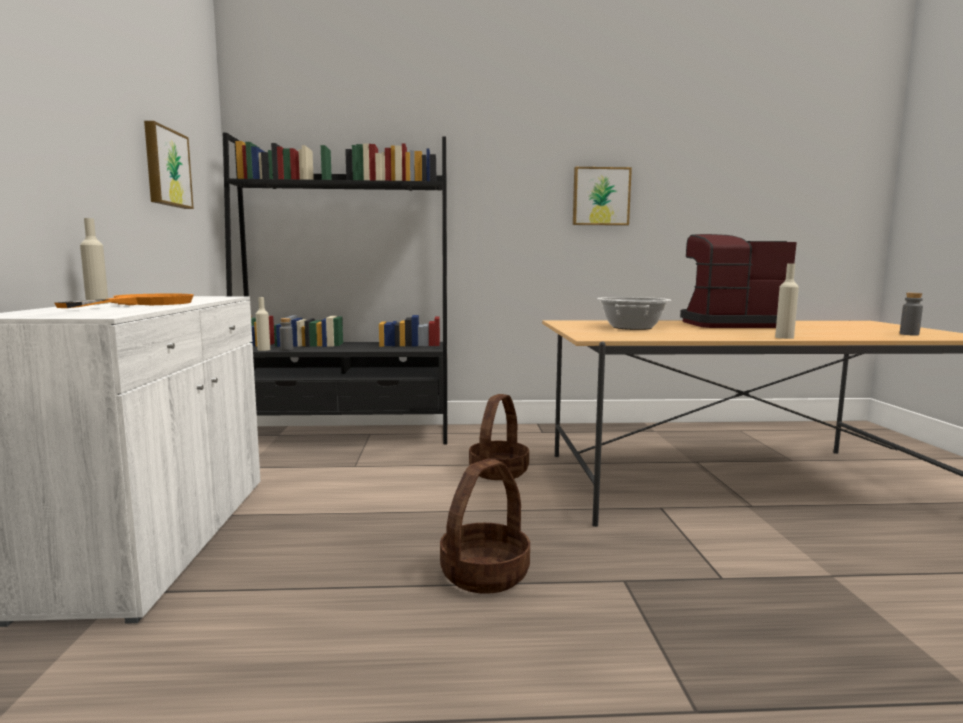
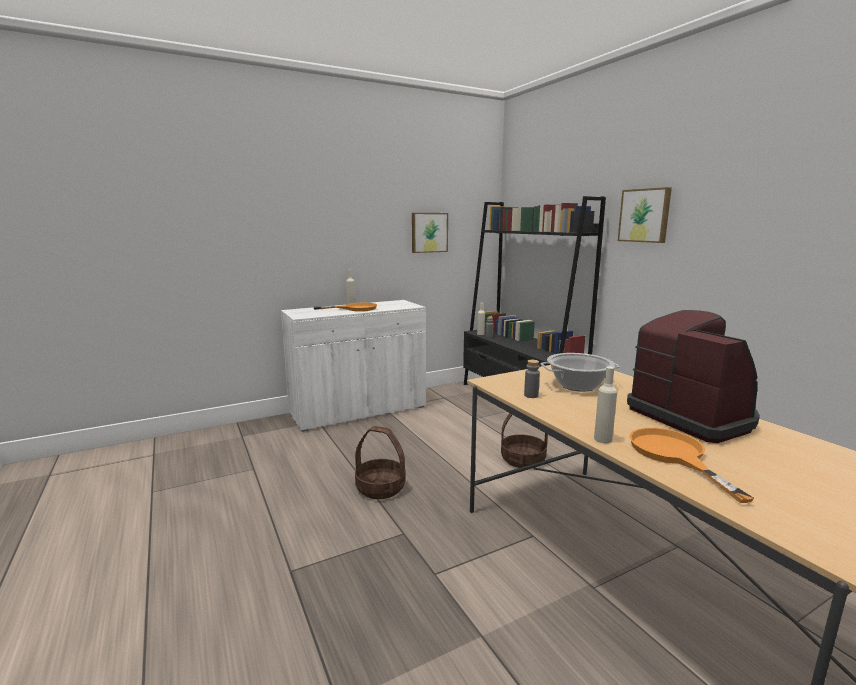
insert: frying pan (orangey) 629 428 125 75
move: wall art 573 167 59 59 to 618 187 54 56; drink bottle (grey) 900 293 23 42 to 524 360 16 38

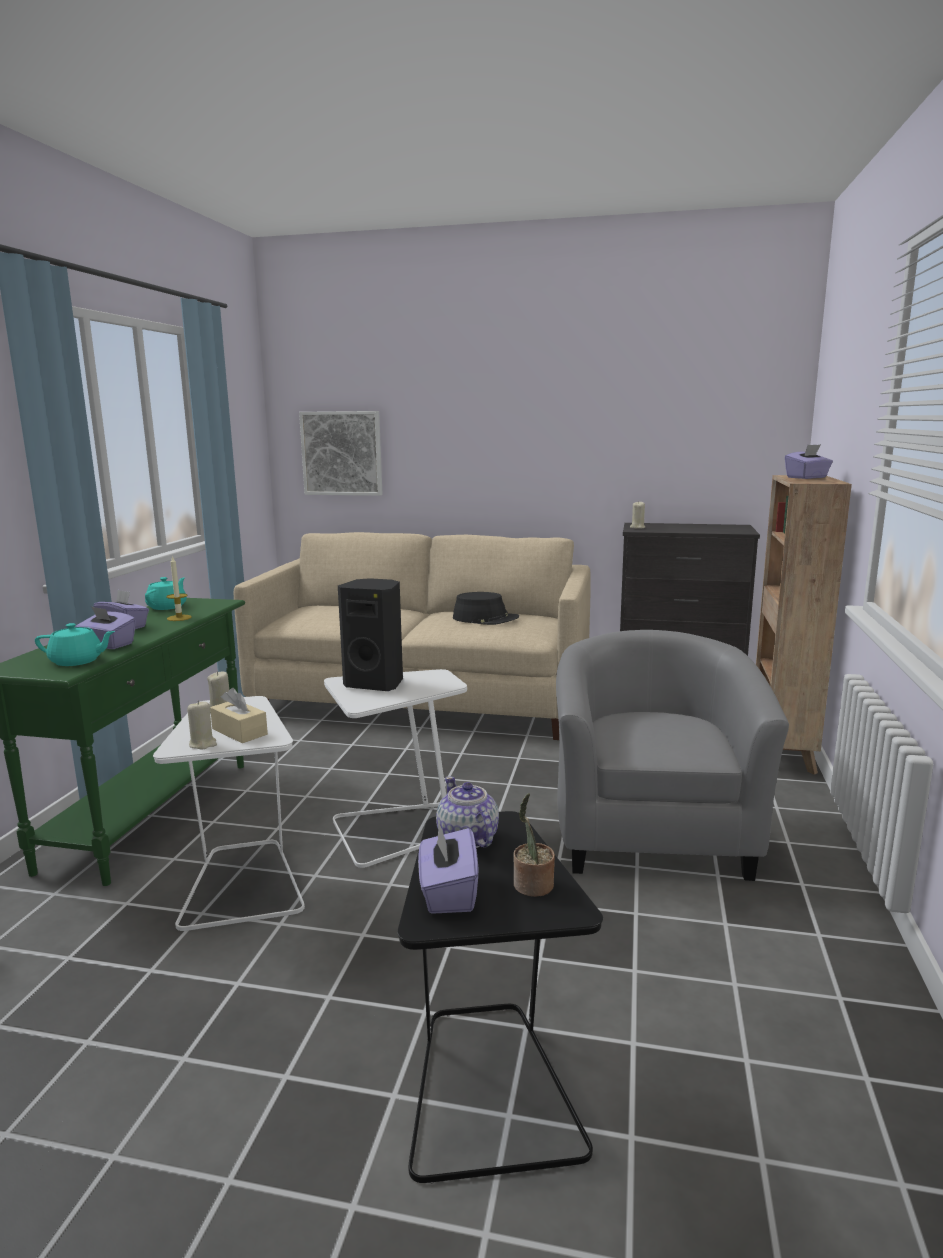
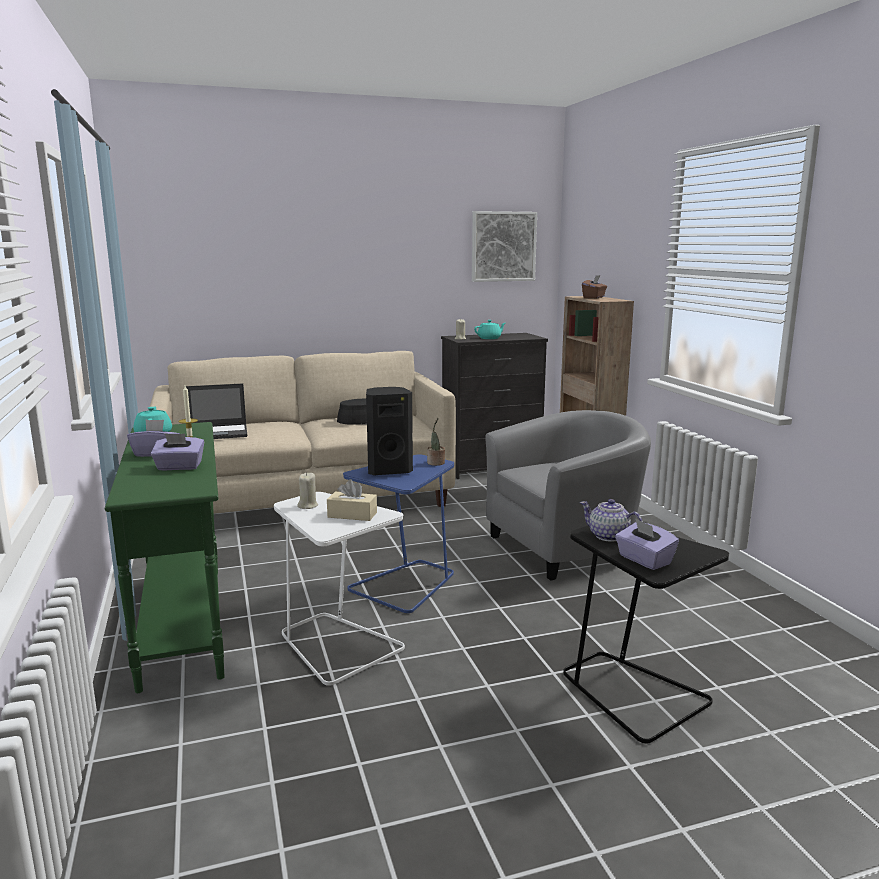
delete: candle (beige) 187 700 30 49
insert: portable computer 186 383 61 56
move: tea pot (blue-green) 35 623 80 43 to 474 320 32 19; wall art 299 411 84 85 to 472 211 65 71; houseplant 513 793 42 104 to 427 418 18 48
recolor: accent table (whitish) 324 669 143 199 to accent table (blue) 343 455 111 158; box of tissues (purple-coloured) 785 444 48 35 to box of tissues (brownish) 582 275 25 23
rotate: armchair (grey) 556 630 233 251 = 485 410 166 171 90 degrees clockwise

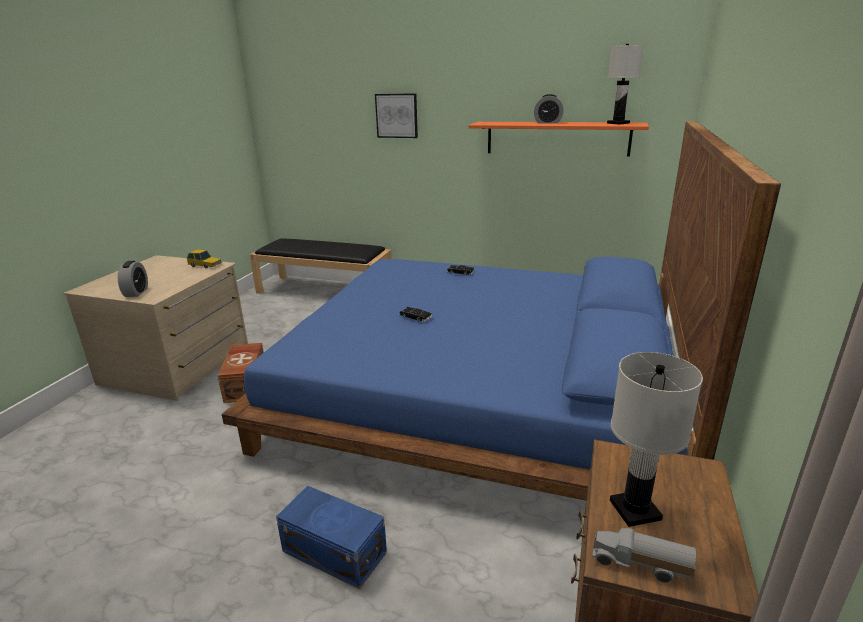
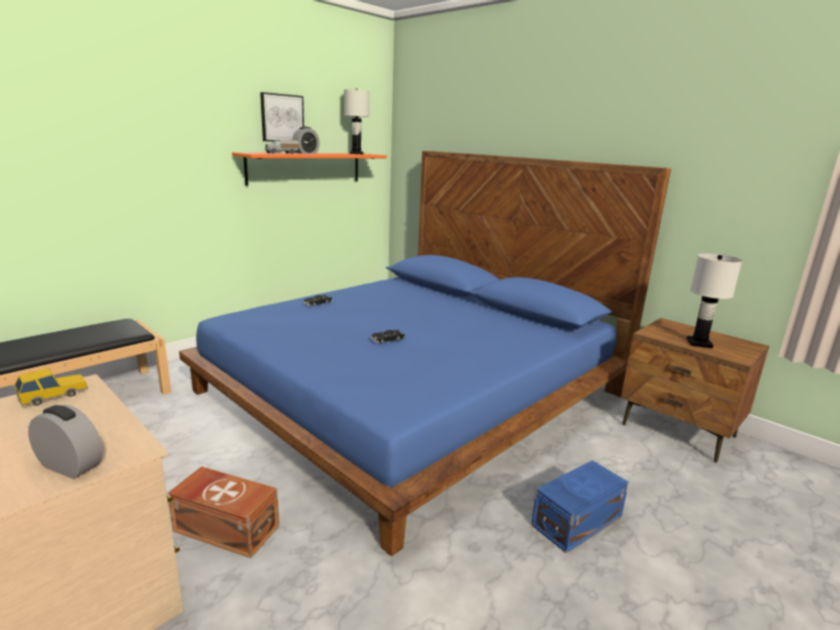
move: wall art 375 93 43 45 to 260 92 44 50; model truck 592 528 104 55 to 264 139 36 15

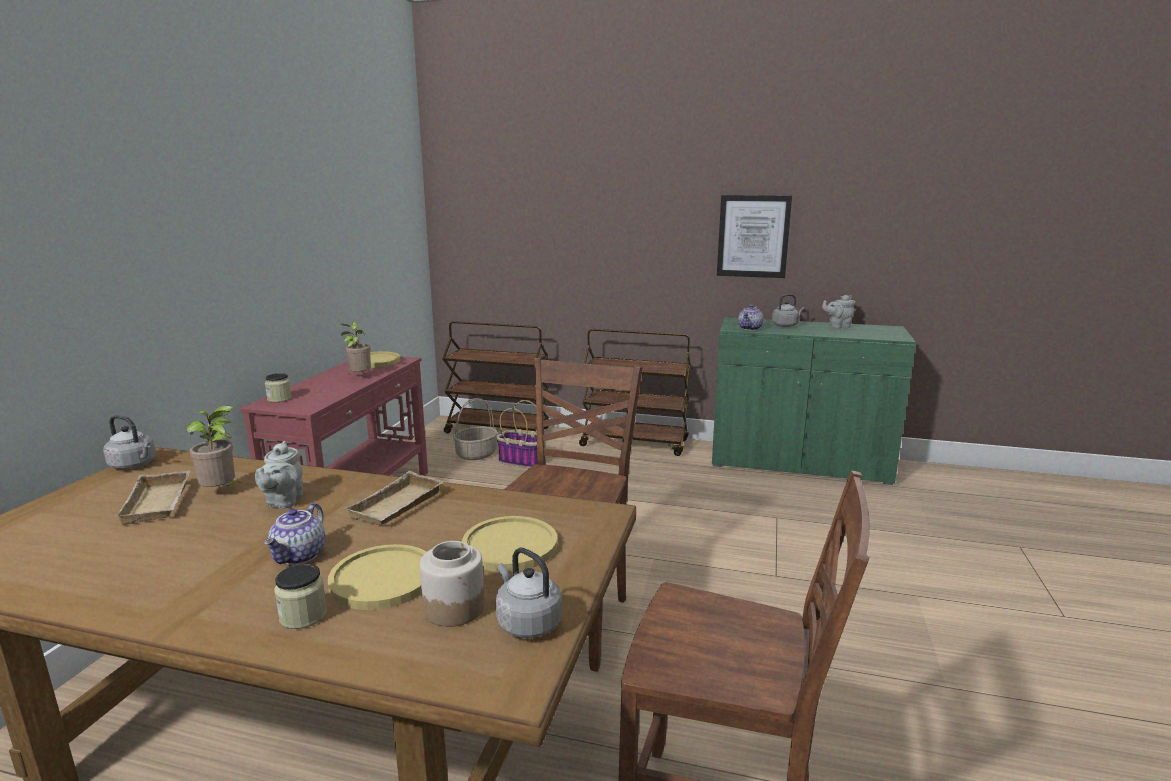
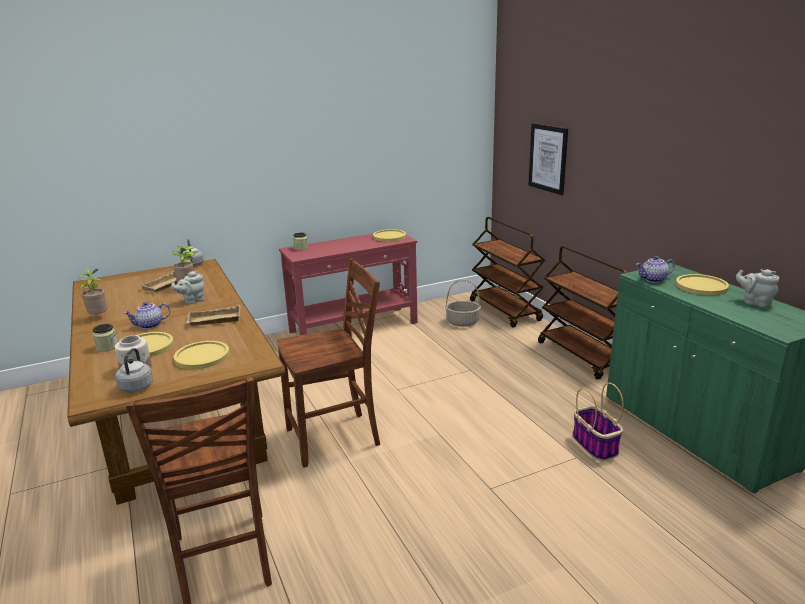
move: houseplant 341 321 30 55 to 78 269 29 46; storage basket 497 400 41 68 to 573 383 51 78; wall art 717 195 75 83 to 529 123 39 72
replace: tea kettle (grey) 772 294 33 33 to dinner plate (yellowish) 676 274 53 21

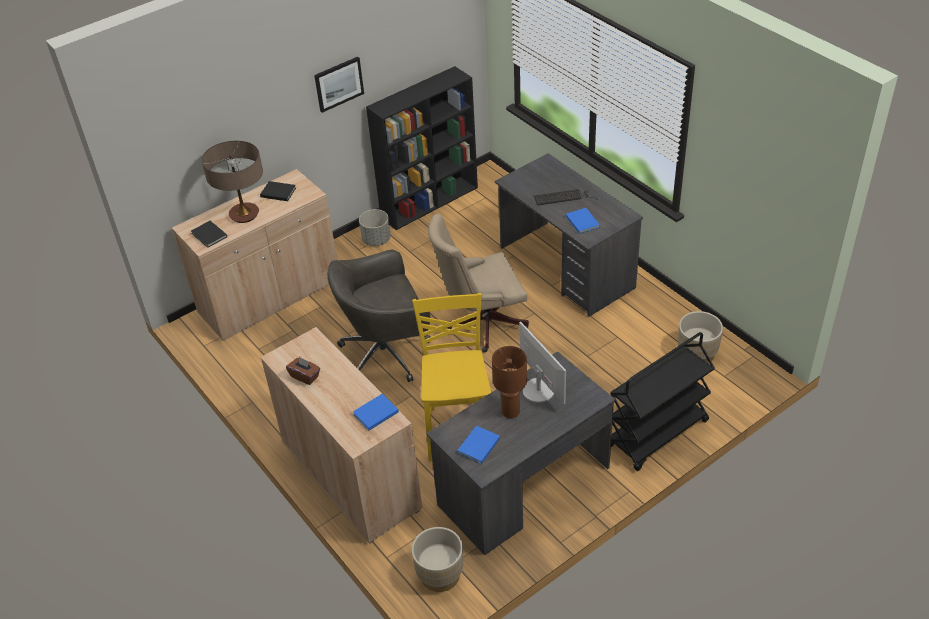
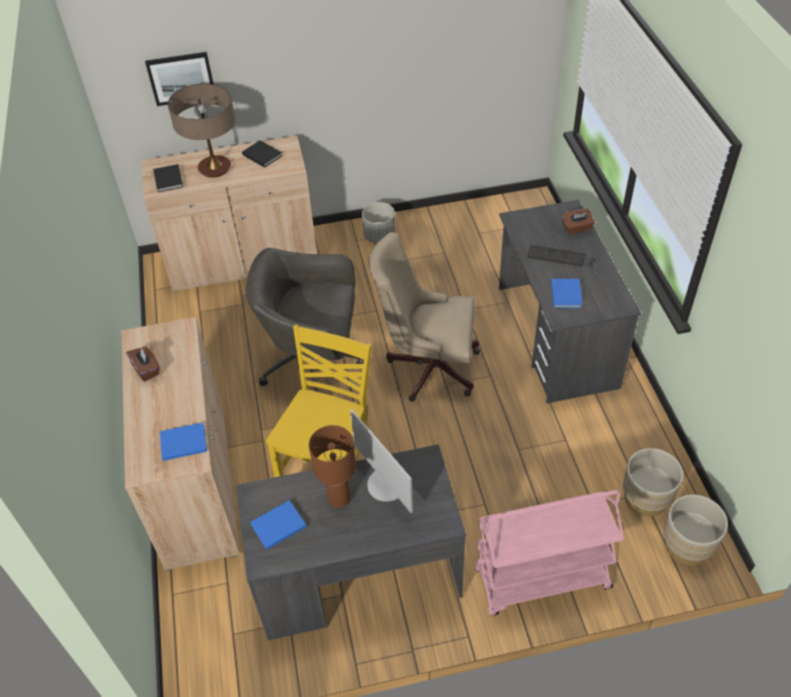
delete: bookcase (blackish) 366 66 112 164
insert: box of tissues (brownish) 562 209 33 26
move: wall art 314 57 50 56 to 145 52 68 54; planter (beige) 412 527 51 65 to 663 494 65 71
recolor: cart (blackish) 610 332 105 139 to cart (pink-coloured) 474 490 150 126
rotate: monitor 519 322 47 82 = 350 409 63 104 150 degrees clockwise

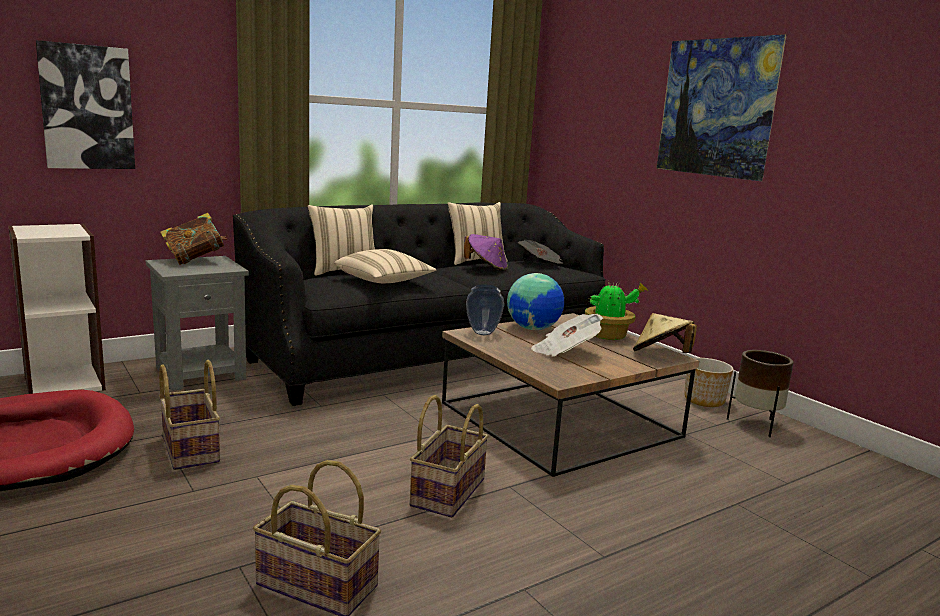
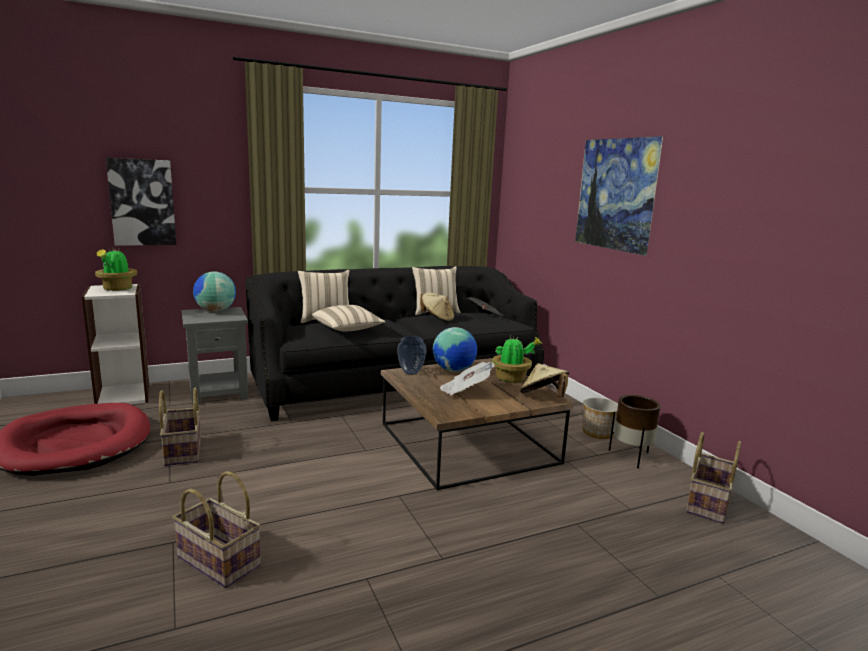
insert: houseplant 95 247 42 44
move: storage basket 410 395 79 123 to 686 432 55 92
replace: volume 160 213 68 52 to desk globe 193 272 43 40
recolor: wearable hat (purple-coloured) 464 234 44 37 to wearable hat (beige) 420 292 34 30

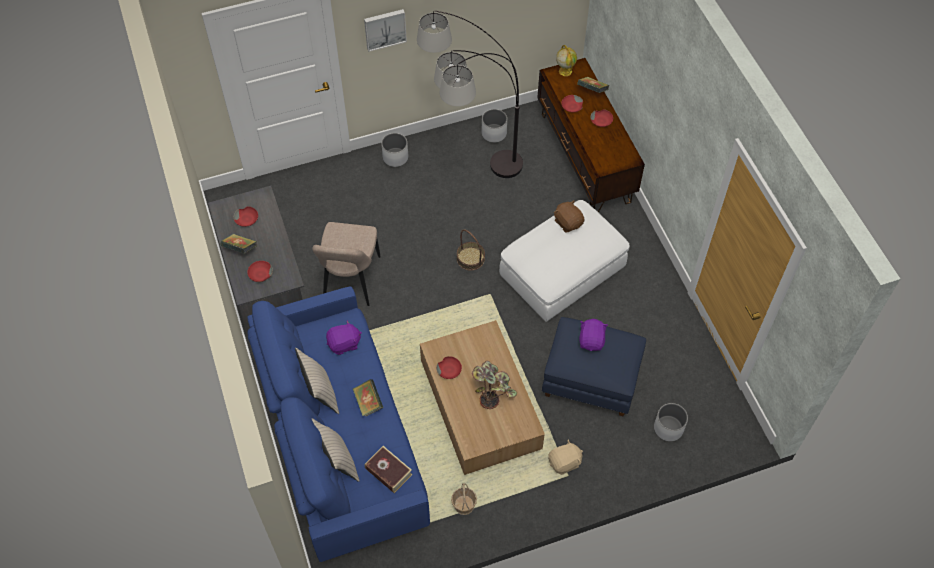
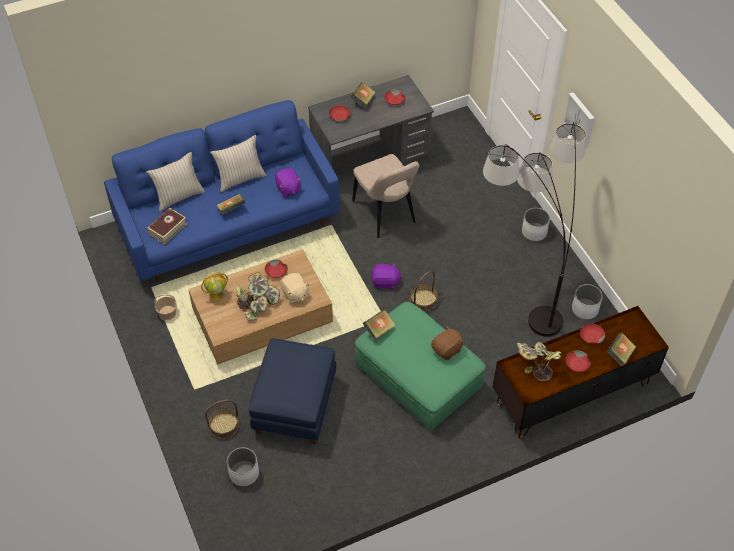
insert: storage basket 205 400 34 39; volume 363 309 33 31; houseplant 517 342 45 40
move: plush toy (beige) 548 439 35 36 to 281 273 29 31; desk globe 556 45 21 31 to 201 272 27 29; plush toy (purple-coloured) 579 319 29 32 to 371 262 31 27
recolor: footrest (whitish) 499 200 131 122 to footrest (green) 354 302 131 128
rotate: chair (beige) 312 222 69 84 = 352 154 67 84 120 degrees counterclockwise

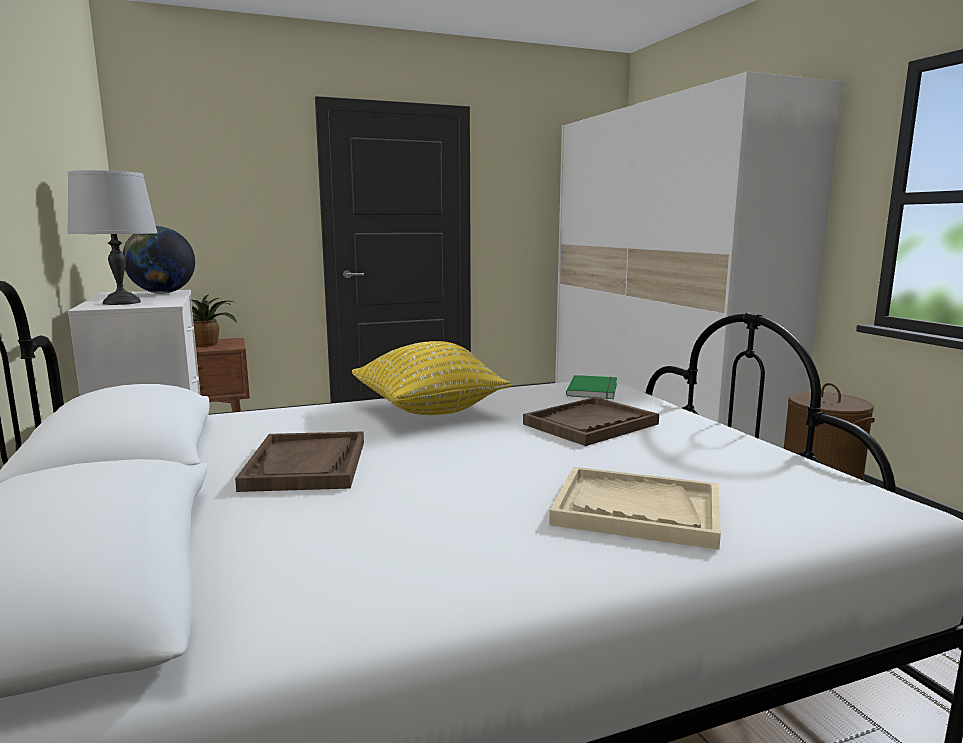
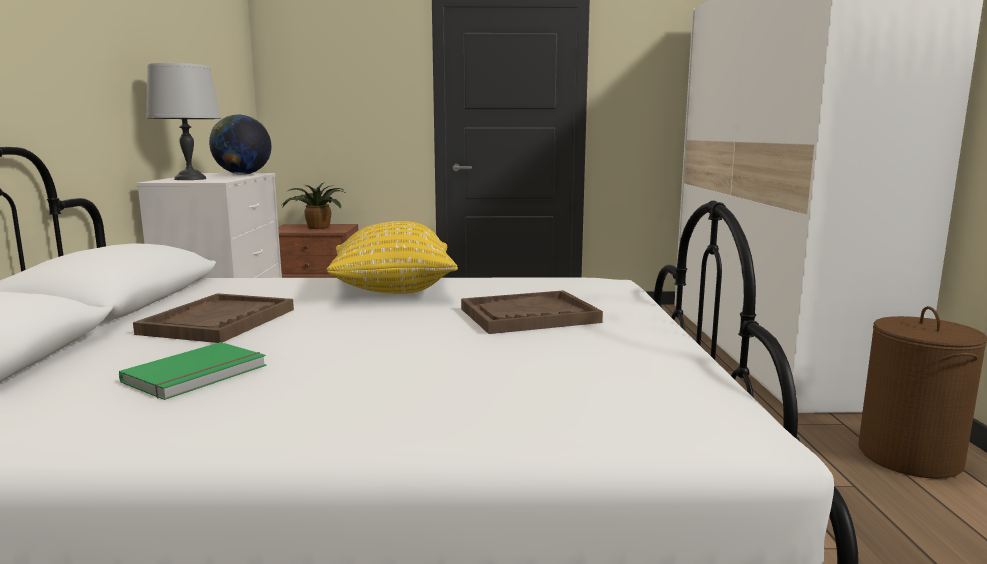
delete: serving tray (beige) 549 467 172 83
move: volume (green) 566 375 51 24 to 119 342 147 58

